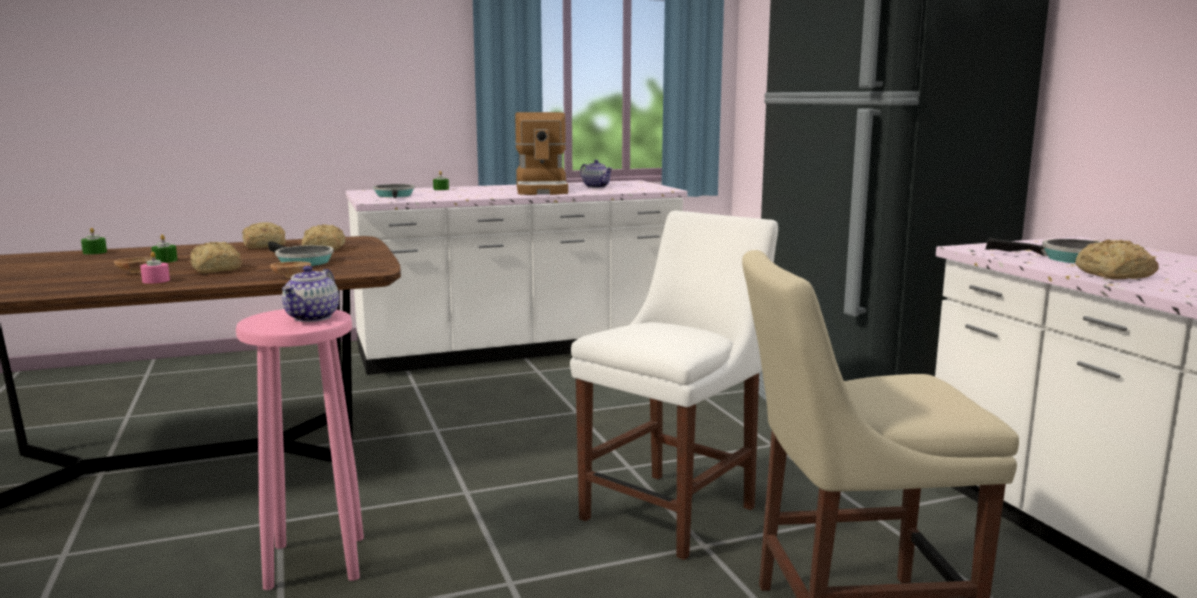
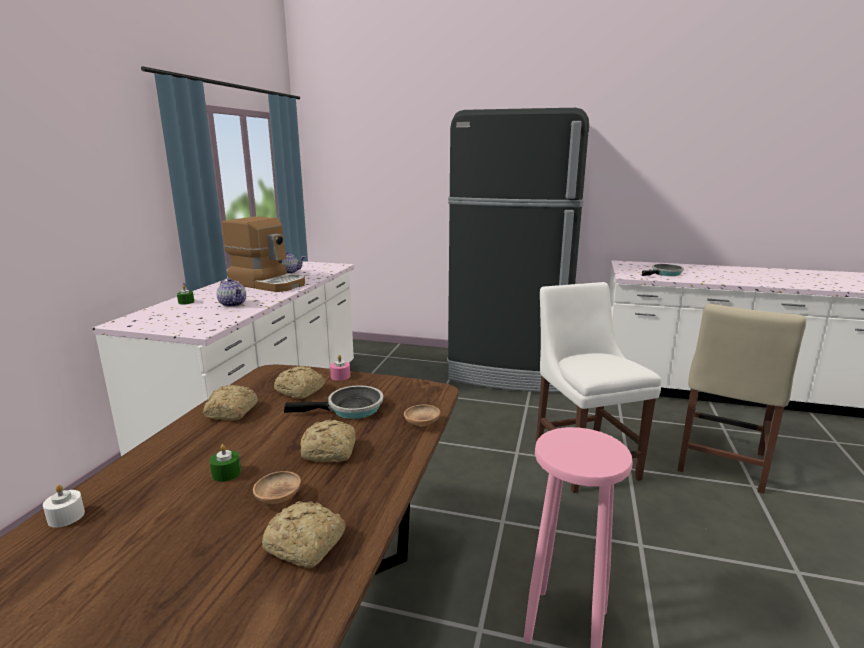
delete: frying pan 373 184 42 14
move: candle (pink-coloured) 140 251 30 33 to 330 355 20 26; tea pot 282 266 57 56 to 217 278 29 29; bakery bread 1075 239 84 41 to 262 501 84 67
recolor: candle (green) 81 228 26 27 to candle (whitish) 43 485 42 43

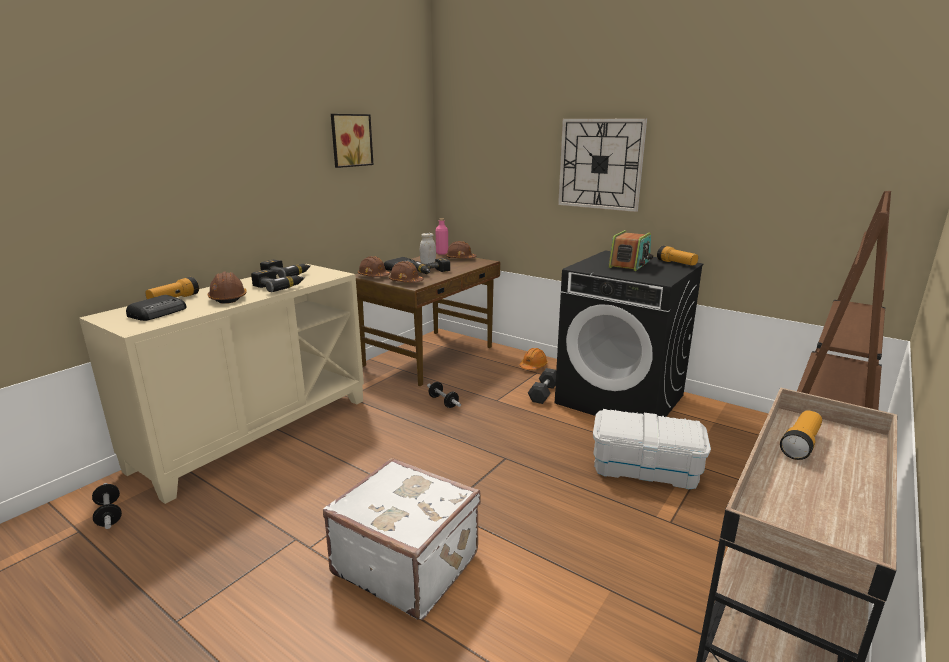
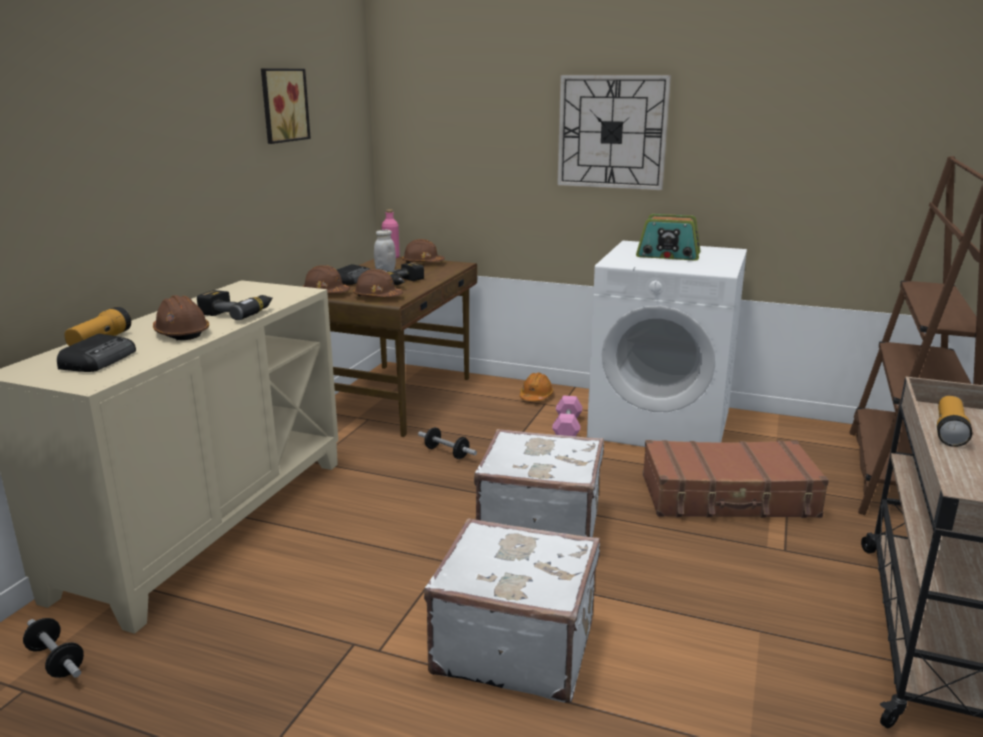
delete: power drill 260 260 50 18; hand torch 657 245 41 21
insert: travel case (whitish) 474 429 130 108
replace: storage box (whitish) 593 409 118 80 to travel case (brownish) 643 440 186 78
recolor: free weight (grey) 528 368 28 36 to free weight (pink-coloured) 552 396 31 40; washing machine (blackish) 555 251 149 166 to washing machine (whitish) 587 241 160 206
rotate: radio receiver 609 230 44 41 = 636 214 64 47 90 degrees clockwise

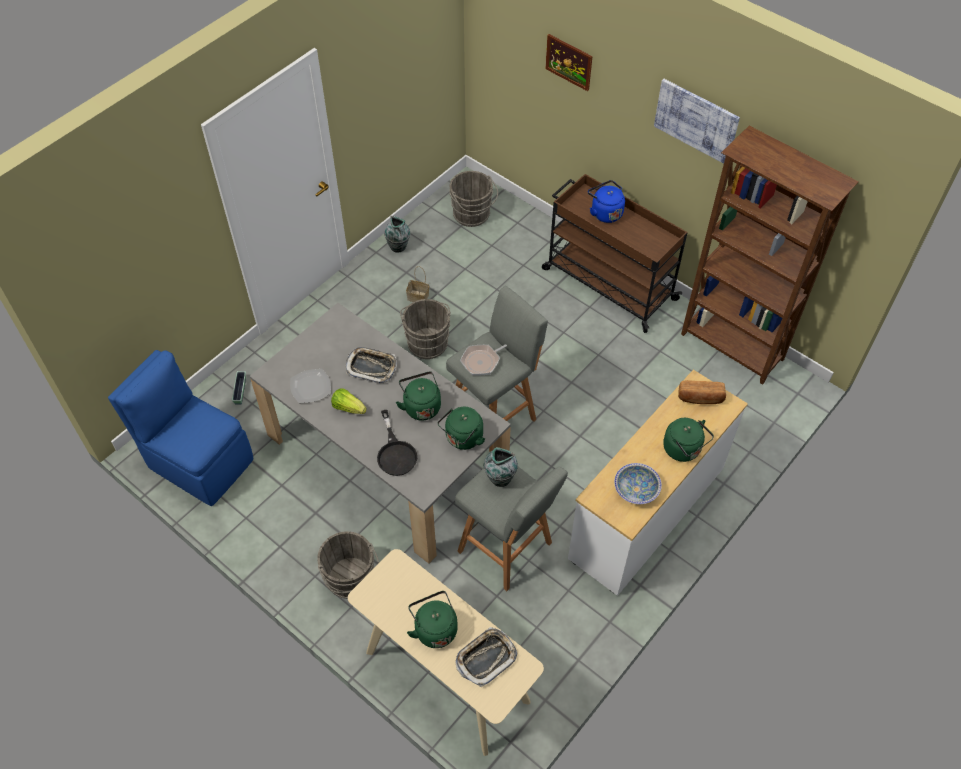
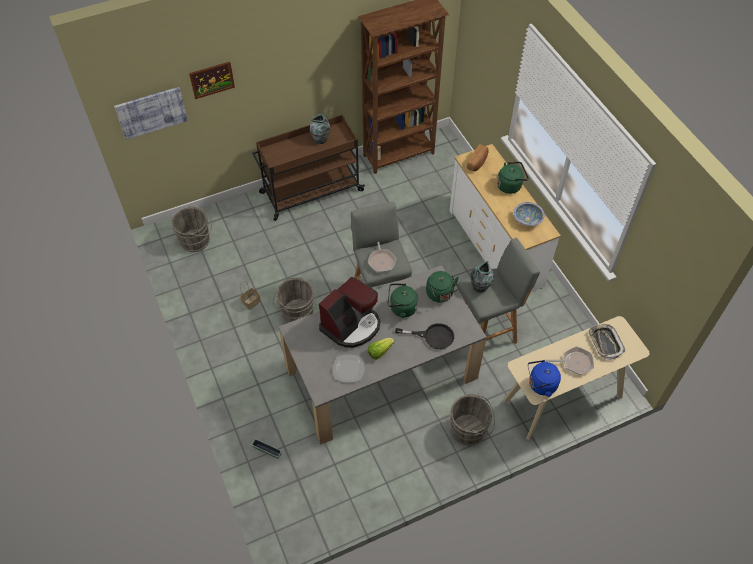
delete: chair (blue) 108 350 145 156
move: vase 384 216 26 37 to 310 114 20 30; tea kettle (blue) 588 180 37 43 to 528 360 33 37; wall art 654 79 86 85 to 114 87 74 53
replace: serving tray 346 347 51 36 to coffee maker 319 277 62 71; tea kettle (green) 407 591 51 57 to frying pan 545 346 49 29

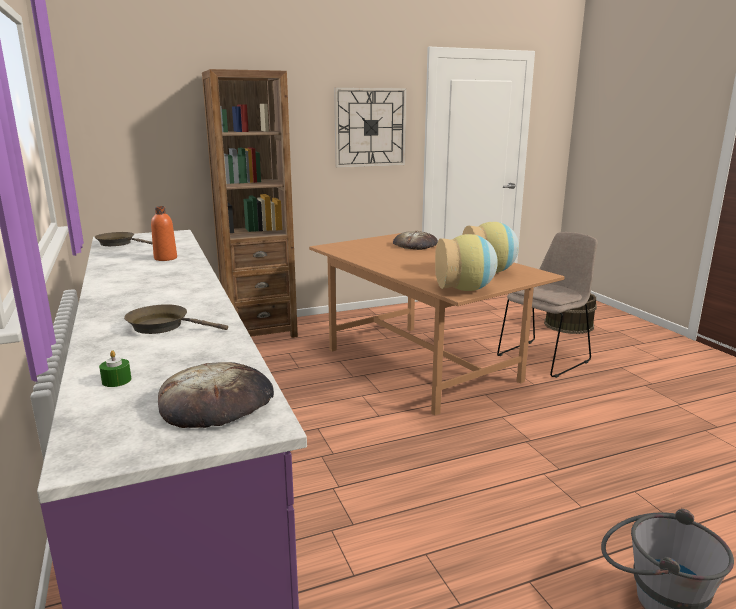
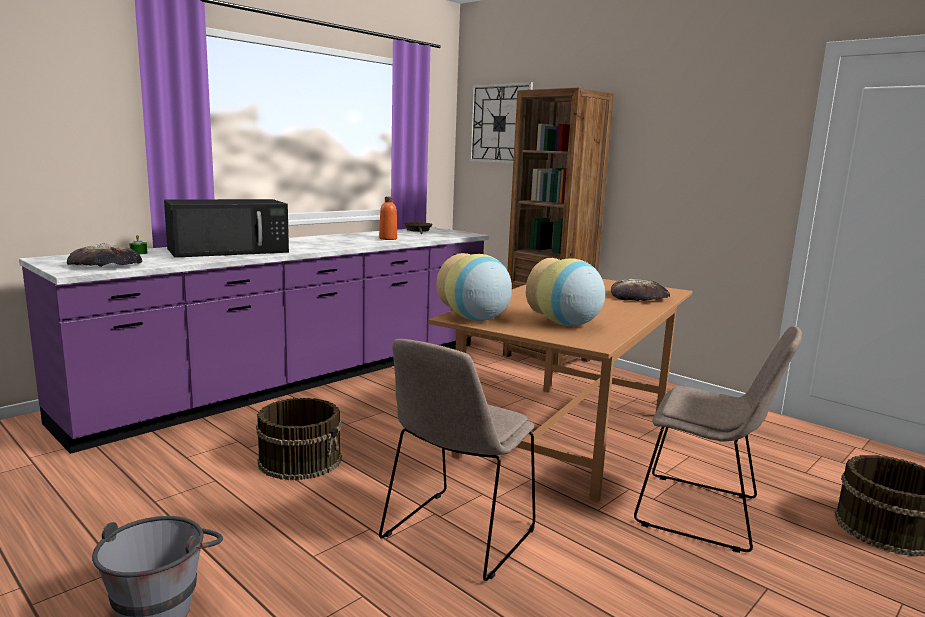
insert: bucket (brownish) 256 398 86 82; chair (beige) 379 339 156 242
move: clock on the wall 334 87 73 81 to 469 82 64 82
replace: frying pan (brownish) 124 304 104 30 to microwave (blackish) 164 199 125 59

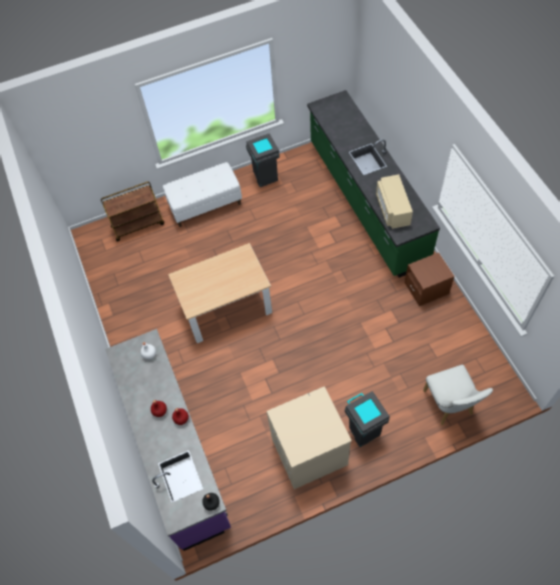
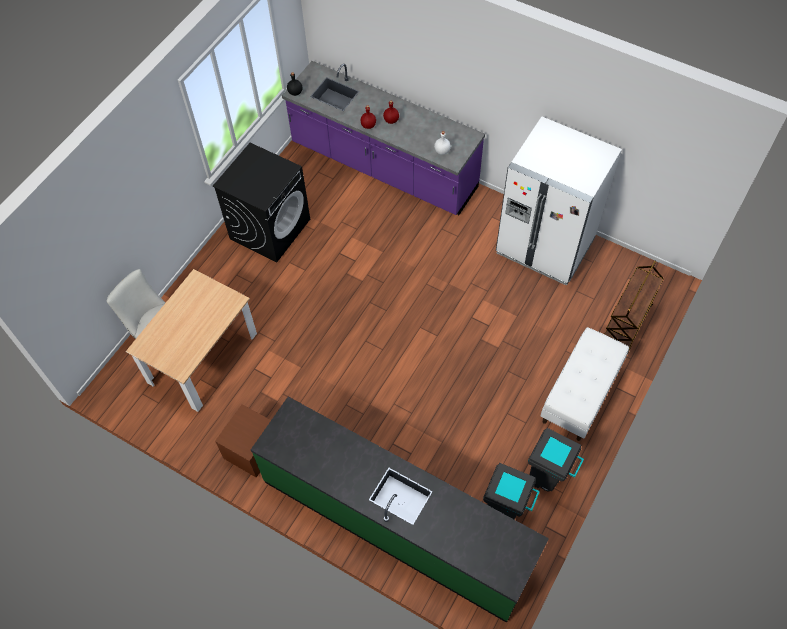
delete: microwave (beige) 376 174 37 55
insert: fridge (whitish) 496 116 126 170
move: dining table (beige) 168 243 104 100 to 126 269 131 143; waste bin (grey) 345 391 45 56 to 483 463 57 56
recolor: washing machine (beige) 267 386 85 103 to washing machine (blackish) 213 143 97 120

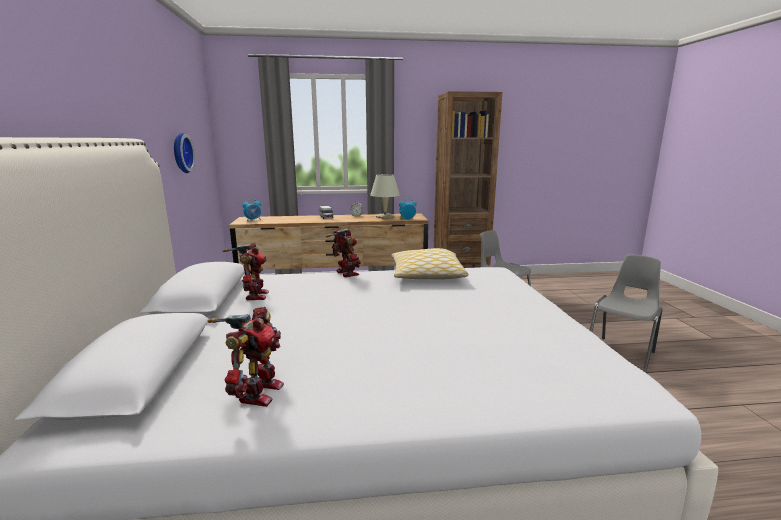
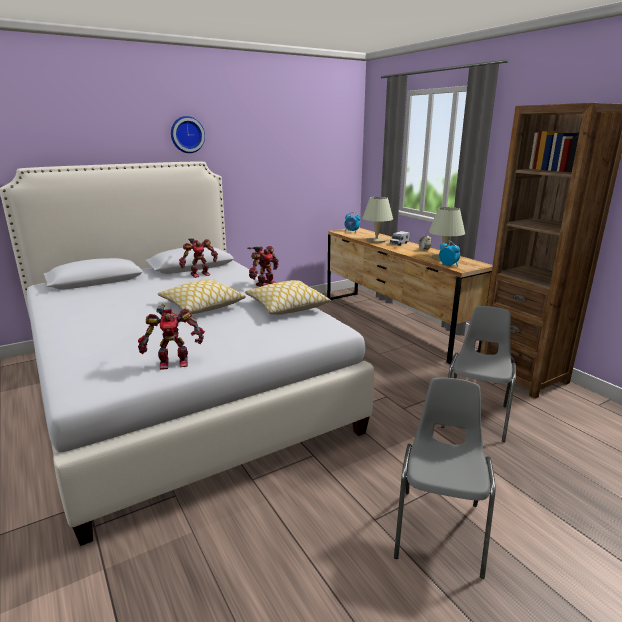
insert: throw pillow 158 279 88 35; lamp for a table (beige) 362 197 31 46
move: clock on the wall 174 132 21 41 to 171 116 34 37; robot figure 208 307 76 100 to 138 304 67 66
rotate: chair (grey) 590 255 73 118 = 394 378 101 201 90 degrees counterclockwise

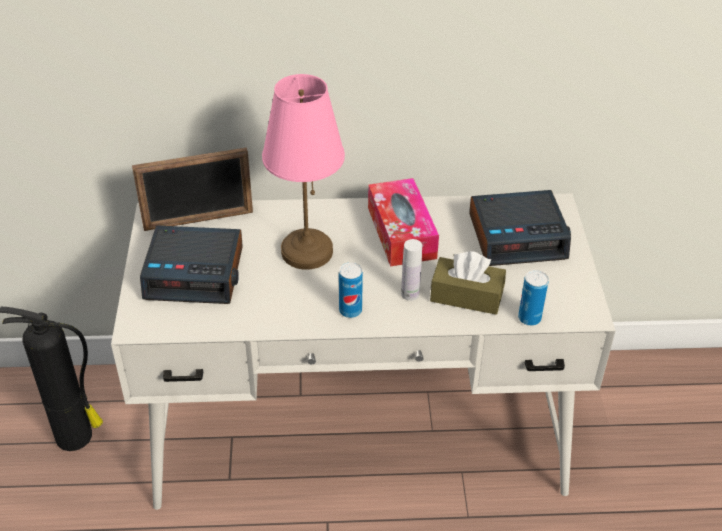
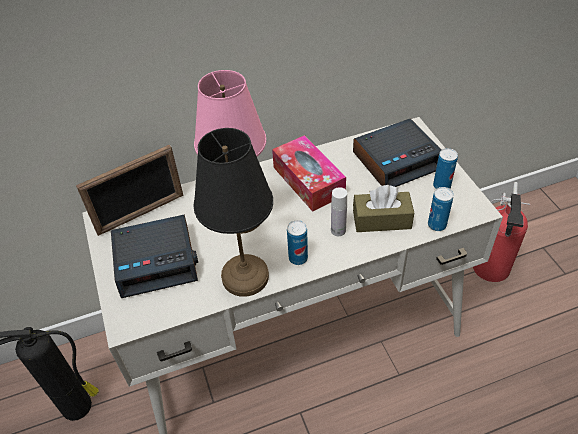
insert: lamp for a table (blackish) 193 128 80 169; can 433 148 25 41; fire extinguisher 473 182 57 100

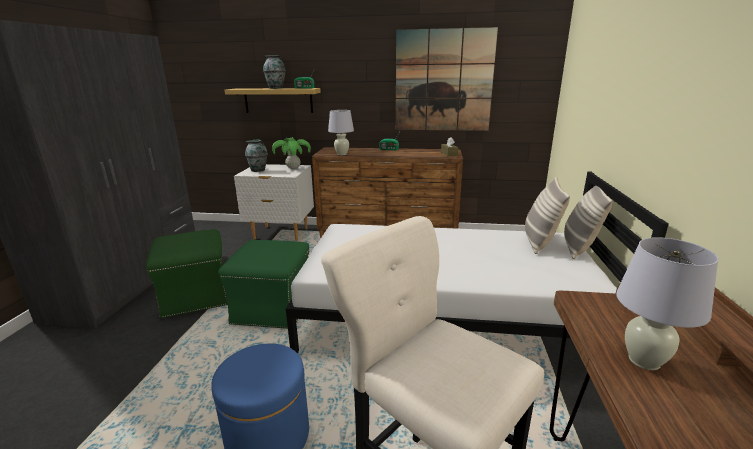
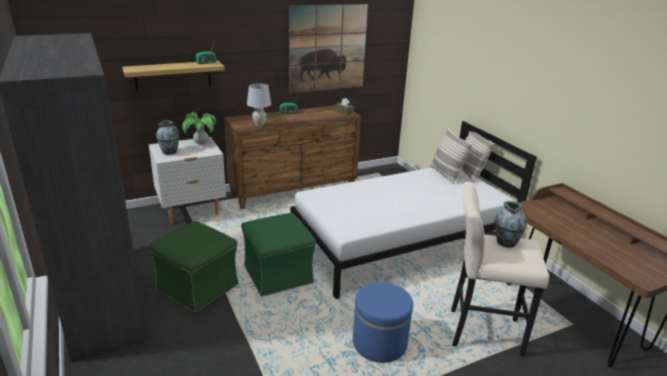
delete: lamp for a table (whitish) 616 237 103 133
move: vase 263 55 23 34 to 495 201 32 47

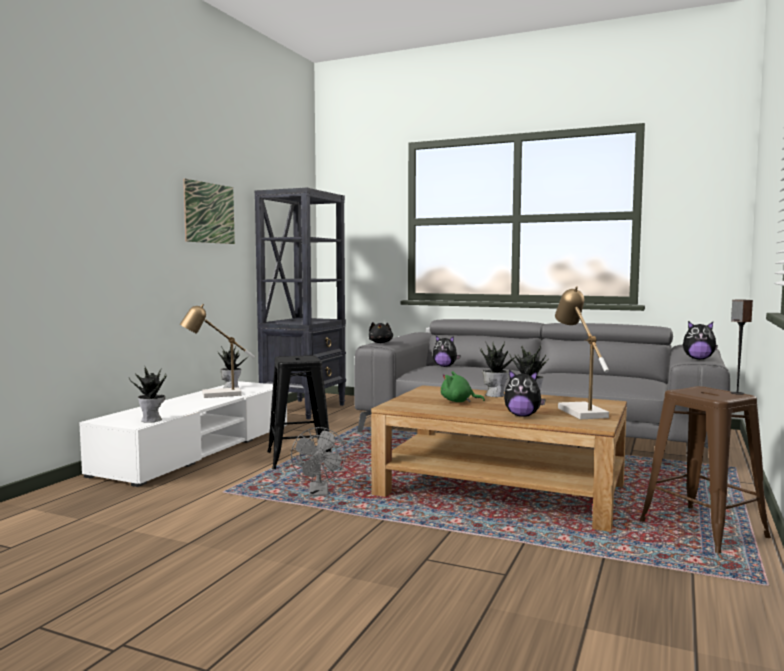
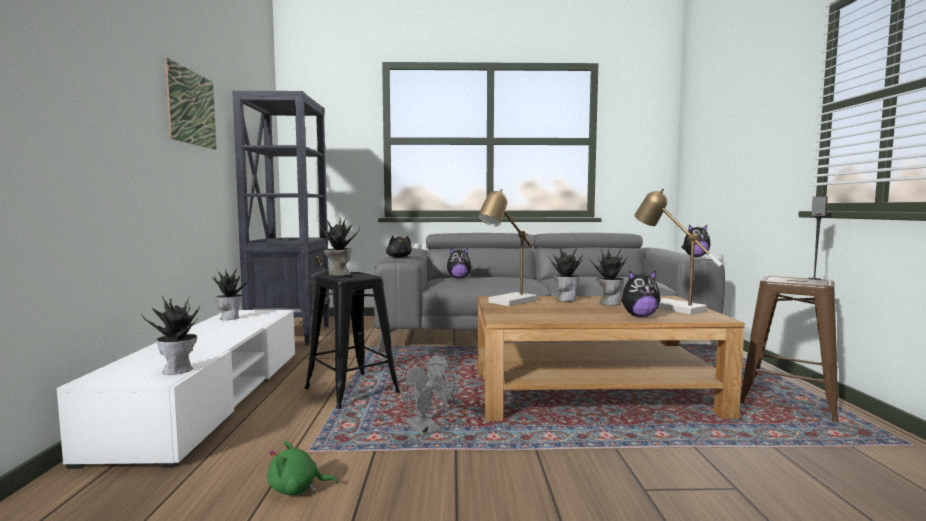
insert: houseplant 320 217 40 59
move: lamp for a table 180 304 75 94 to 478 189 61 117; plush toy (green) 441 371 44 31 to 267 441 71 54

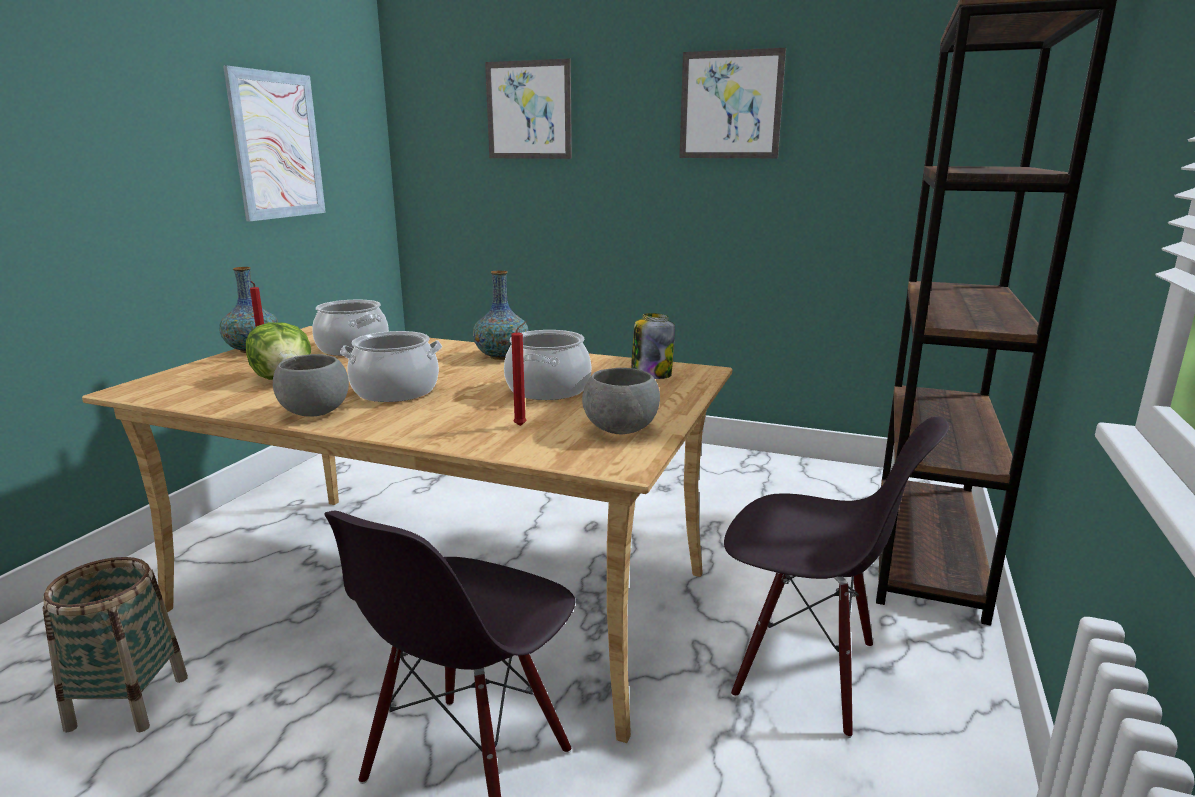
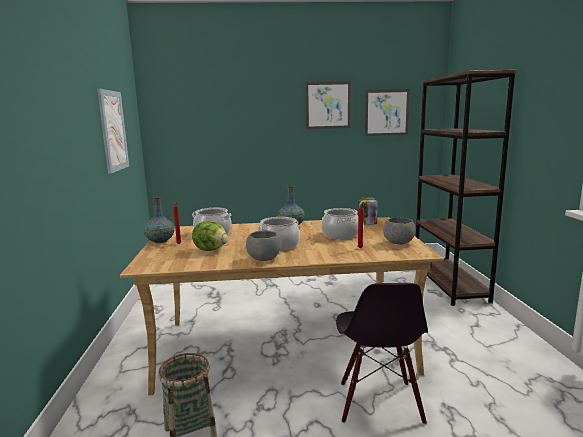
delete: chair (blackish) 724 417 225 321
move: wall art 485 58 87 101 to 364 89 46 47

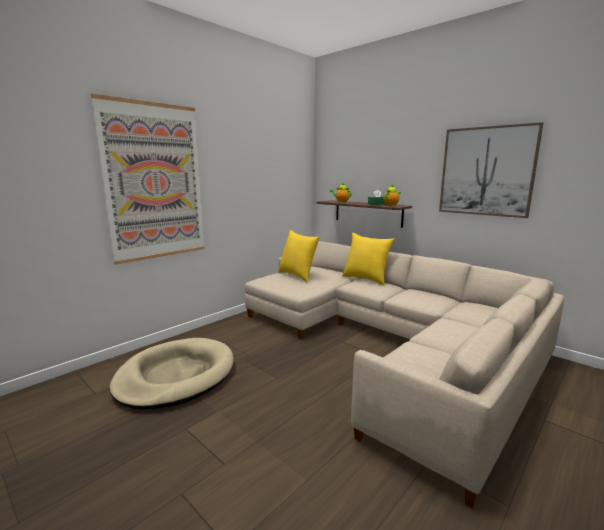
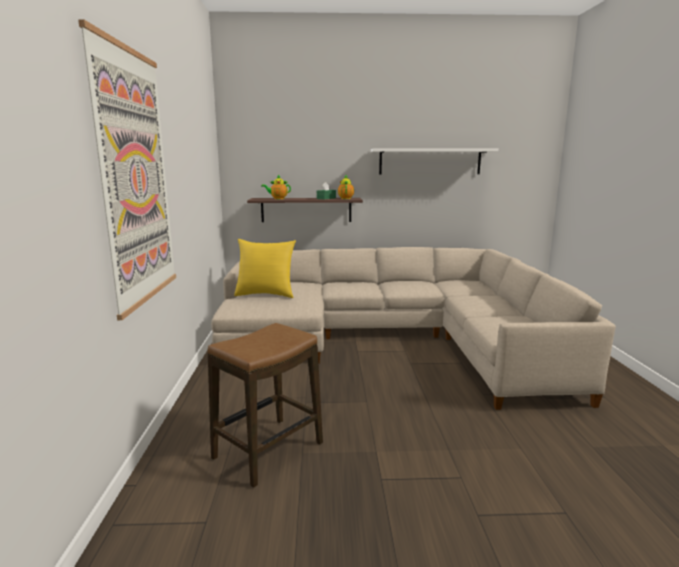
delete: throw pillow (yellowish) 342 233 53 53
replace: pet bed (beige) 110 338 124 72 to stool 208 323 115 165; wall art 439 122 104 96 to wall shelf (whitish) 371 148 127 26

